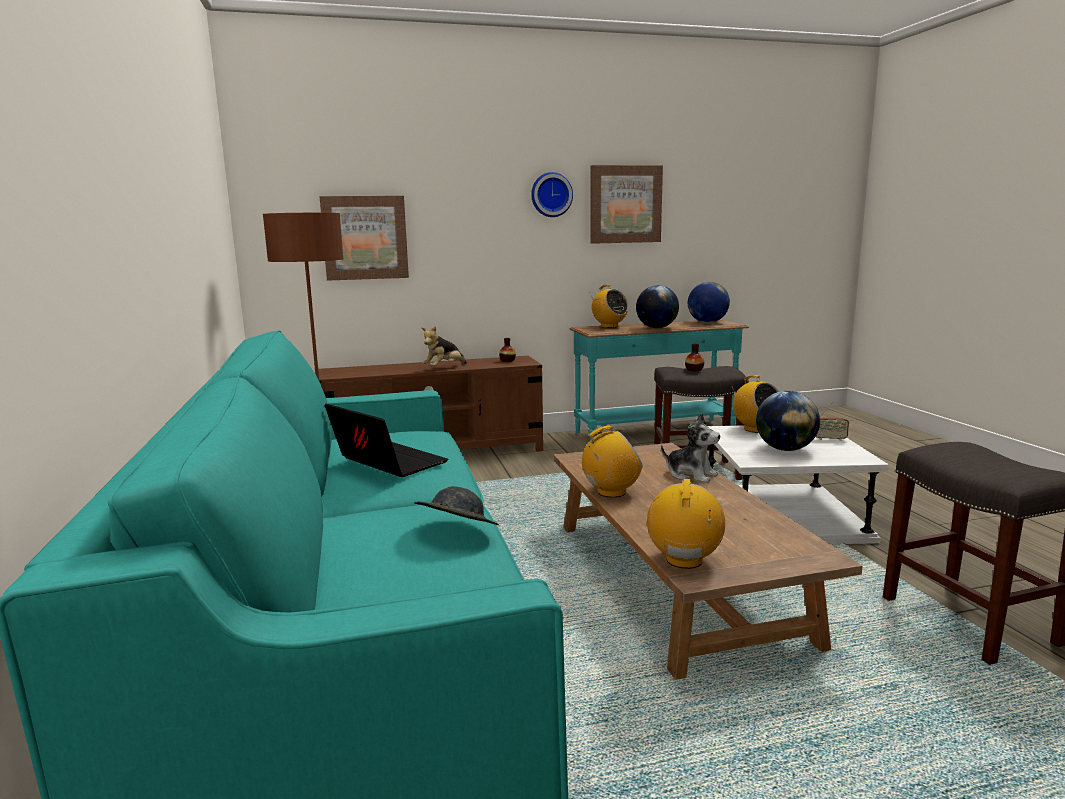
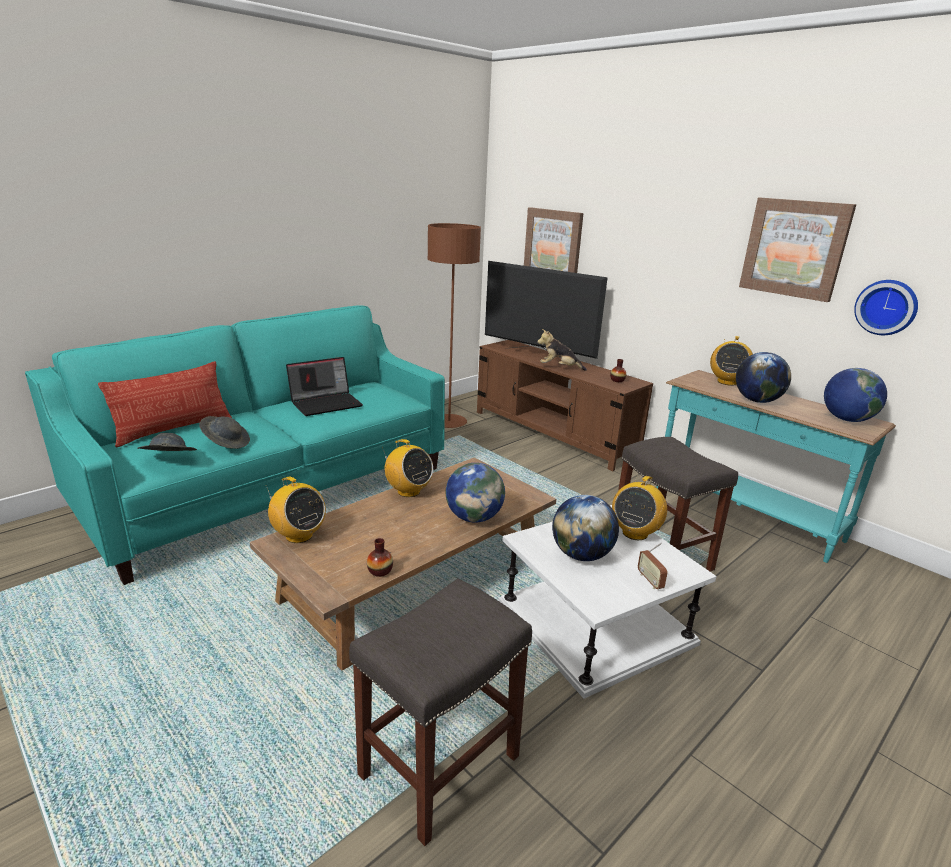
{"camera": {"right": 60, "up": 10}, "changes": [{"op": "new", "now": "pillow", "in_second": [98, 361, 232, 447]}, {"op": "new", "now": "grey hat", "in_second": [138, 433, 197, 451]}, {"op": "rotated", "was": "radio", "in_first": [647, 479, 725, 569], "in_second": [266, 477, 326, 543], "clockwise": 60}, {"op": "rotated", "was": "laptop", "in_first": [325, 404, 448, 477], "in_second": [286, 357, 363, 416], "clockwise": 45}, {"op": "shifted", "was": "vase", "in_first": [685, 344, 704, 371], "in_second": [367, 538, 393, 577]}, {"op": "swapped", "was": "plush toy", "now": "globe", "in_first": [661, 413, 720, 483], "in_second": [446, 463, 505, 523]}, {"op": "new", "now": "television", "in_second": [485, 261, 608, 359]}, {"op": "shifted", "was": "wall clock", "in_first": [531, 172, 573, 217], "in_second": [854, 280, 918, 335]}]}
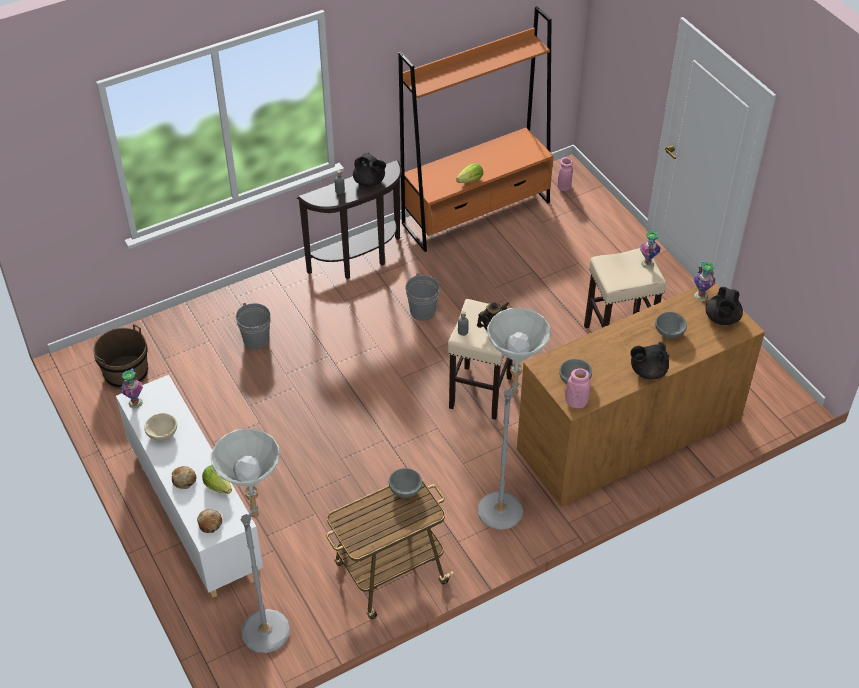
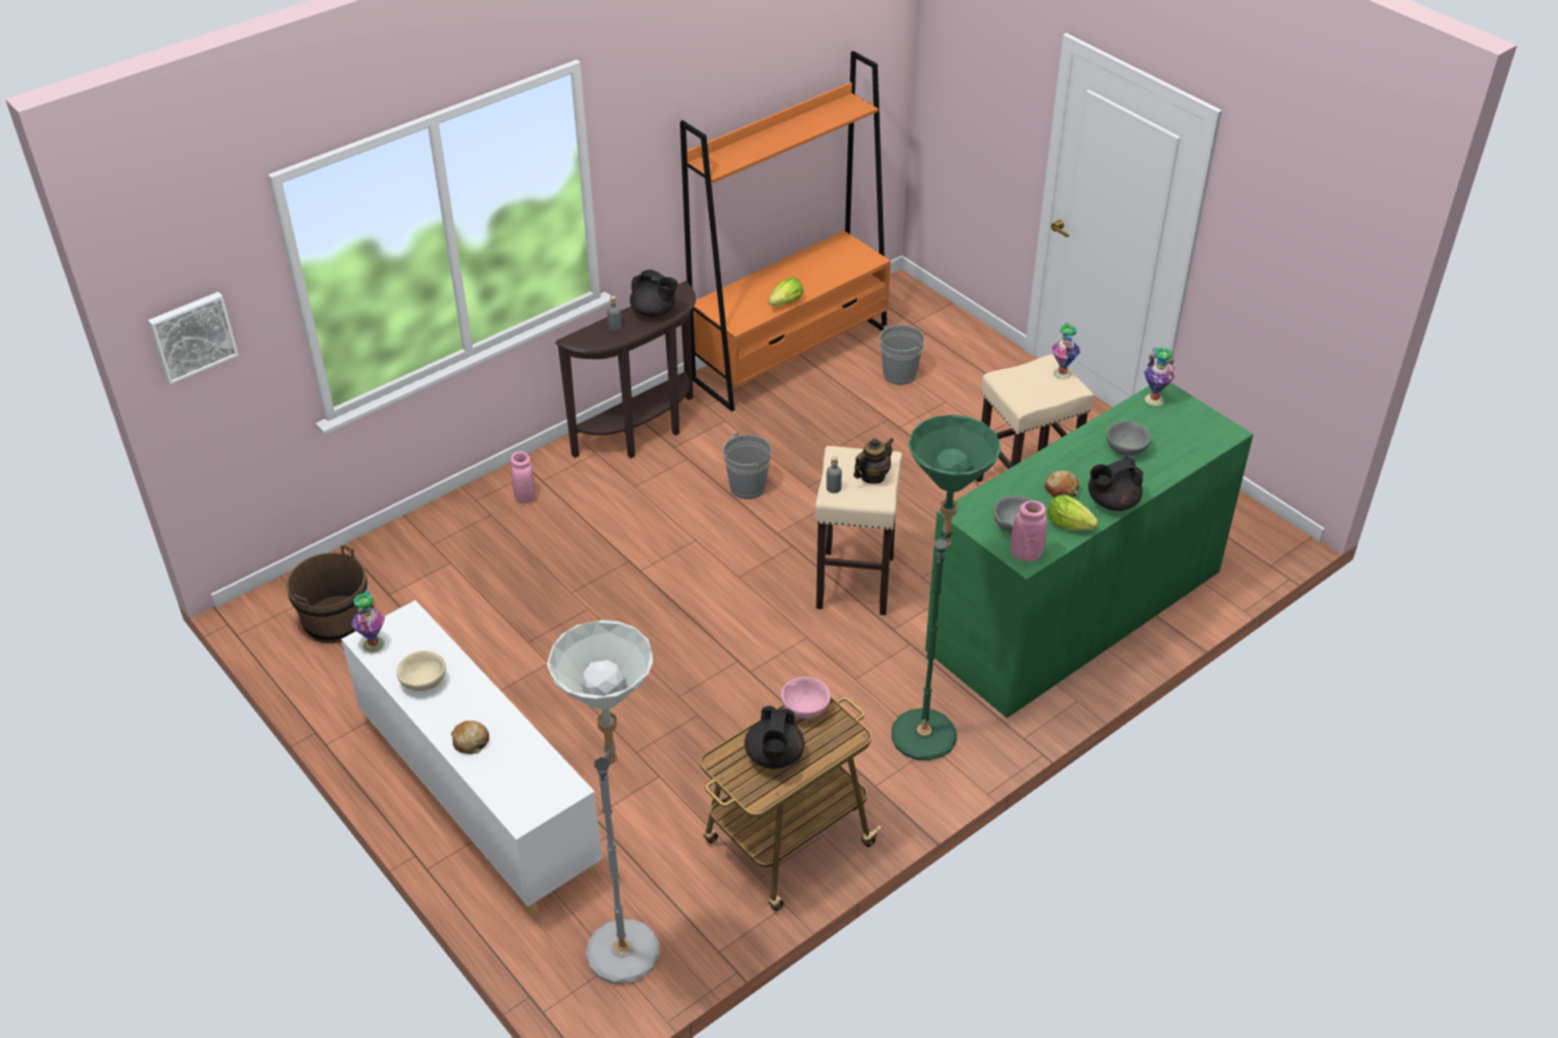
{"camera": {"right": -10, "up": -5}, "changes": [{"op": "new", "now": "picture", "in_second": [148, 292, 239, 384]}, {"op": "shifted", "was": "pink vase", "in_first": [557, 157, 573, 191], "in_second": [511, 451, 536, 503]}, {"op": "shifted", "was": "black teapot", "in_first": [705, 287, 743, 325], "in_second": [744, 706, 805, 769]}, {"op": "repainted", "was": "grey bowl", "now": "pink bowl", "in_first": [389, 468, 422, 498], "in_second": [781, 677, 831, 719]}, {"op": "shifted", "was": "grey bucket", "in_first": [235, 303, 271, 349], "in_second": [880, 325, 924, 385]}, {"op": "repainted", "was": "grey floor lamp", "now": "green floor lamp", "in_first": [478, 308, 551, 530], "in_second": [891, 415, 1001, 760]}, {"op": "repainted", "was": "brown dresser", "now": "green dresser", "in_first": [517, 282, 765, 507], "in_second": [925, 382, 1253, 718]}, {"op": "shifted", "was": "bread", "in_first": [197, 509, 222, 533], "in_second": [1045, 471, 1079, 498]}, {"op": "shifted", "was": "lettuce", "in_first": [202, 465, 232, 494], "in_second": [1048, 495, 1099, 530]}]}
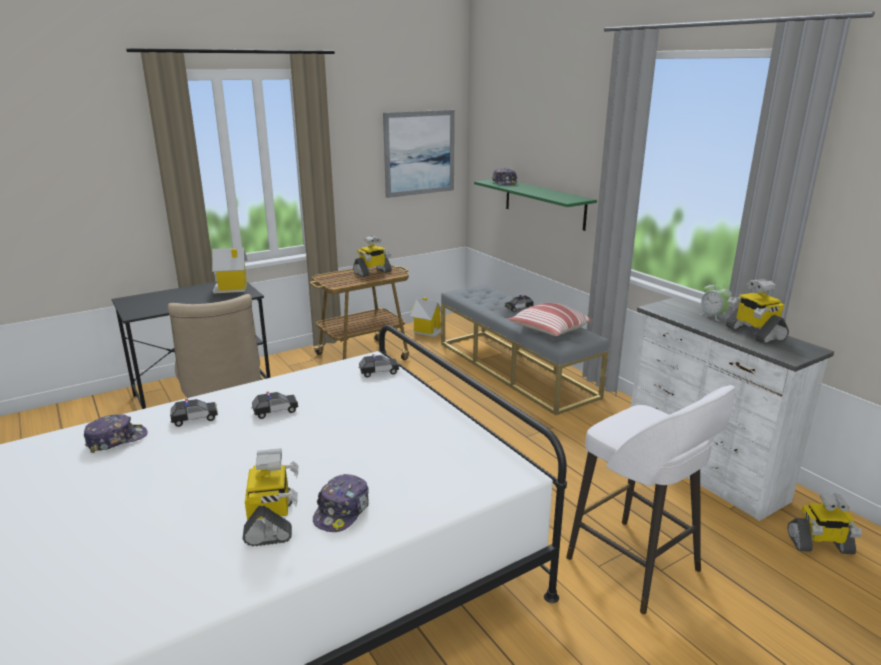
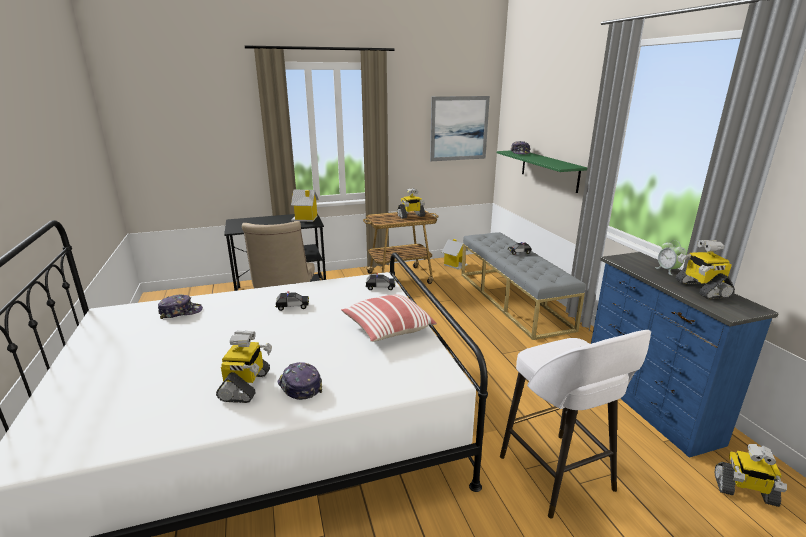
{"camera": {"right": 15, "up": 0}, "changes": [{"op": "rotated", "was": "cap", "in_first": [313, 474, 369, 532], "in_second": [278, 362, 322, 400], "clockwise": 105}, {"op": "shifted", "was": "pillow", "in_first": [508, 303, 593, 336], "in_second": [341, 294, 437, 342]}, {"op": "repainted", "was": "white dresser", "now": "blue dresser", "in_first": [631, 297, 834, 521], "in_second": [591, 252, 779, 458]}, {"op": "gone", "was": "toy car", "in_first": [170, 399, 218, 427]}]}
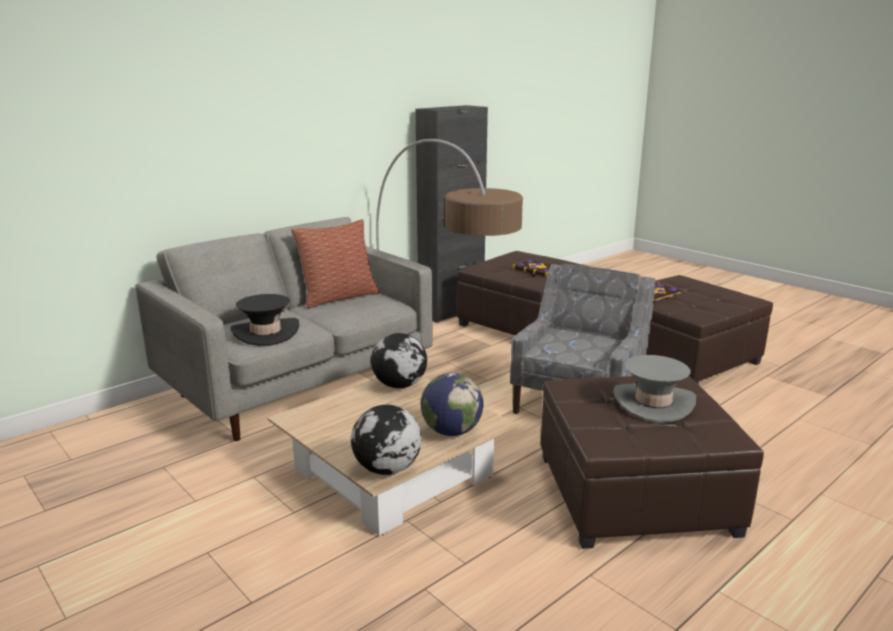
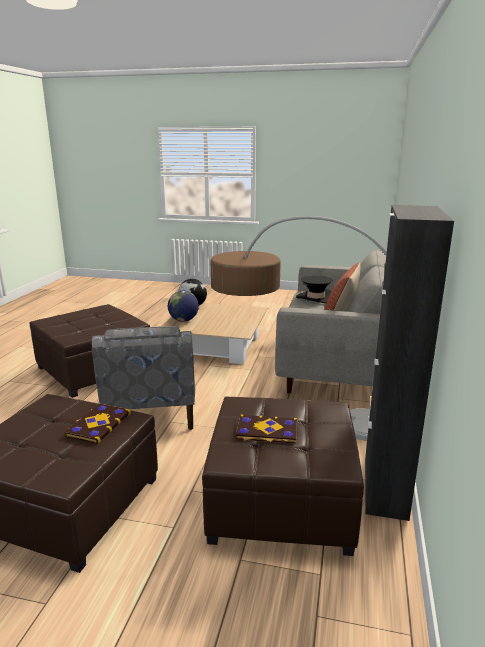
{"camera": {"right": 145, "up": 0}, "changes": [{"op": "gone", "was": "globe", "in_first": [371, 333, 427, 388]}, {"op": "gone", "was": "grey hat", "in_first": [613, 355, 696, 423]}]}
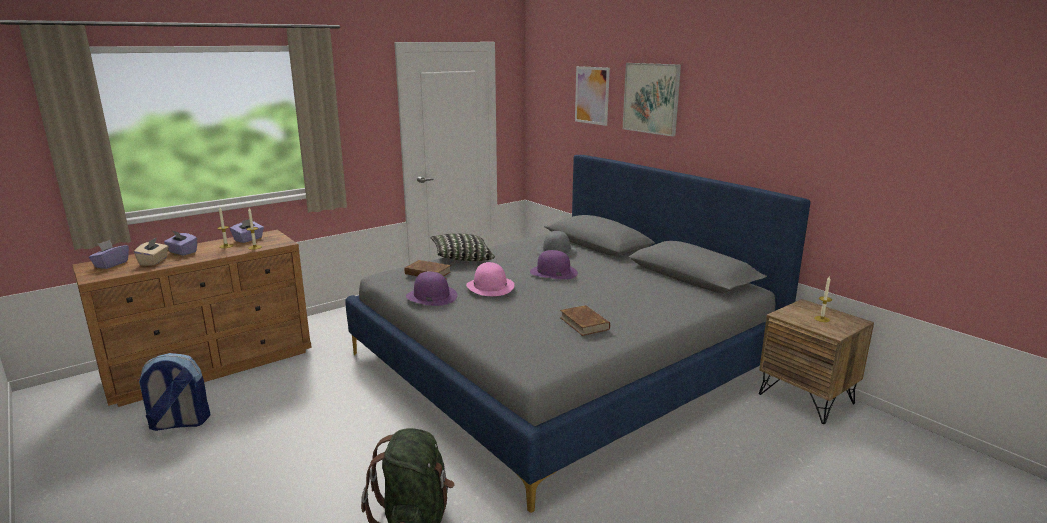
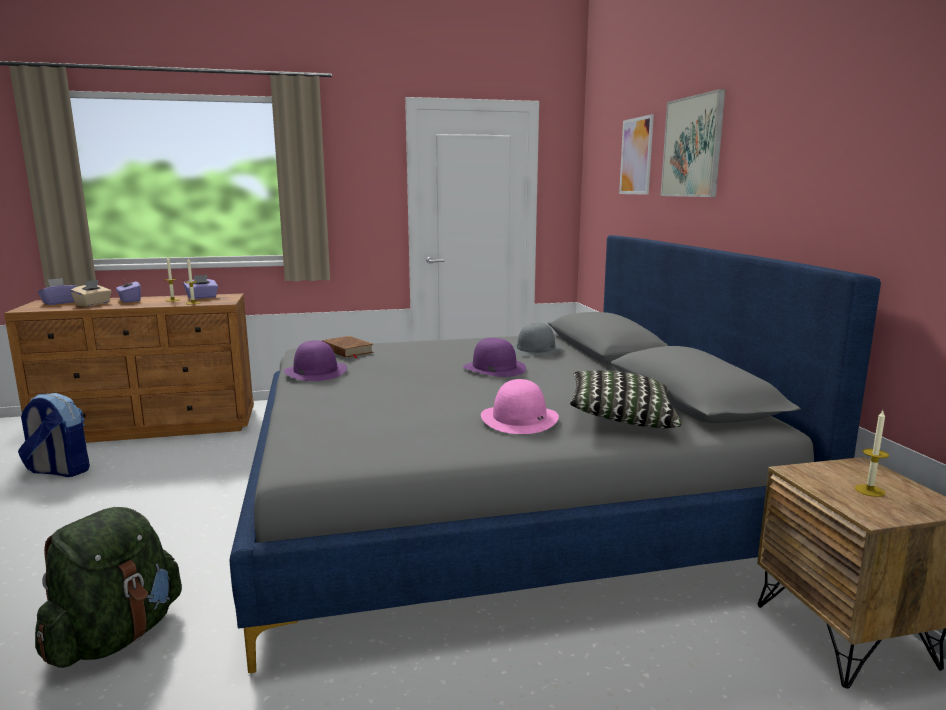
{"camera": {"right": 25, "up": -5}, "changes": [{"op": "shifted", "was": "pink hat", "in_first": [466, 262, 514, 296], "in_second": [481, 379, 559, 434]}, {"op": "shifted", "was": "pillow", "in_first": [430, 233, 495, 261], "in_second": [569, 370, 682, 428]}, {"op": "gone", "was": "brown book", "in_first": [560, 305, 610, 336]}]}
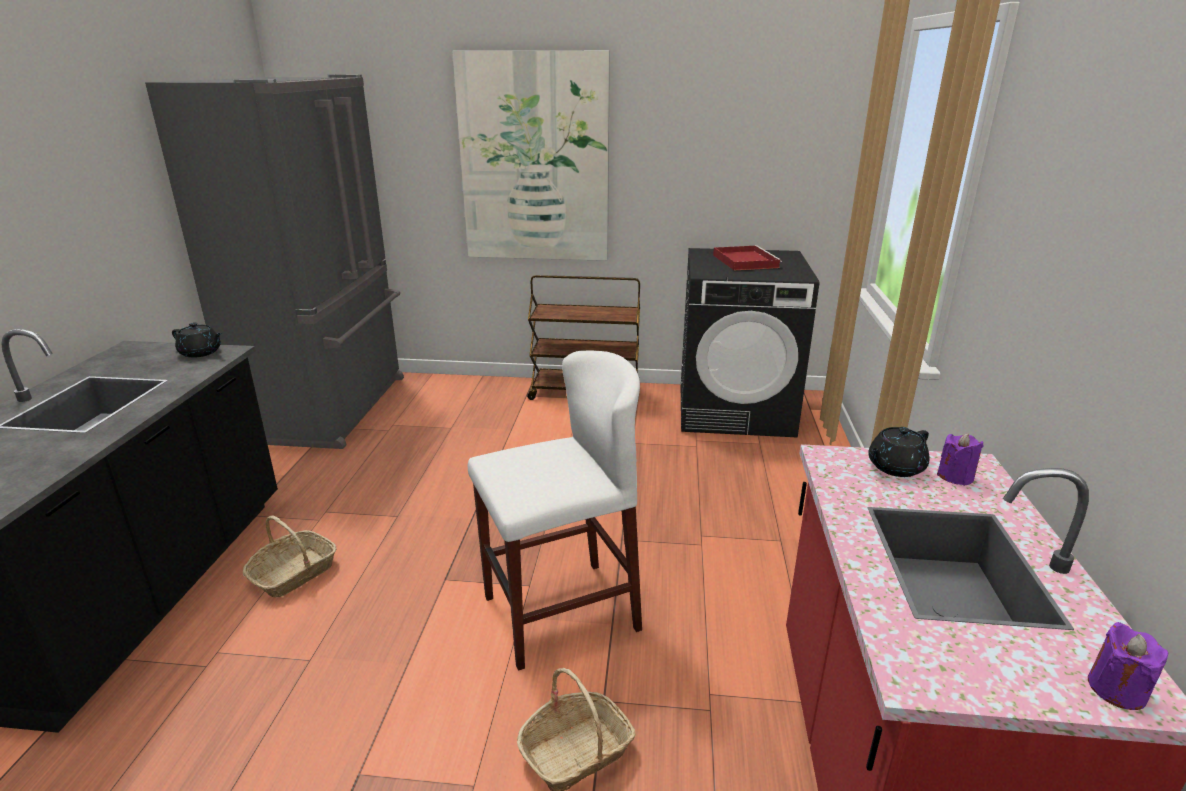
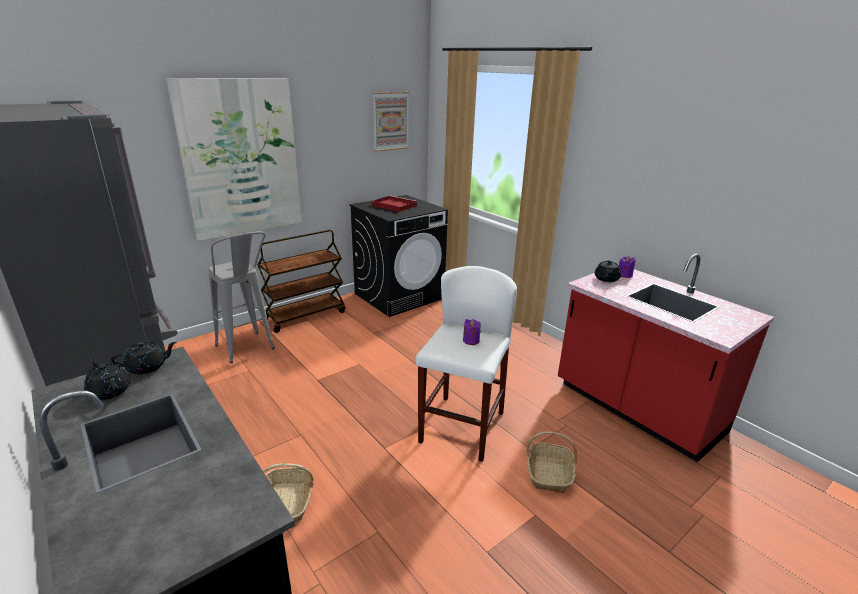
{"camera": {"right": -45, "up": 0}, "changes": [{"op": "new", "now": "black teapot", "in_second": [84, 358, 131, 400]}, {"op": "new", "now": "grey stool", "in_second": [209, 231, 275, 363]}, {"op": "new", "now": "picture", "in_second": [373, 92, 409, 152]}, {"op": "shifted", "was": "purple candle", "in_first": [1088, 622, 1168, 710], "in_second": [463, 319, 481, 345]}]}
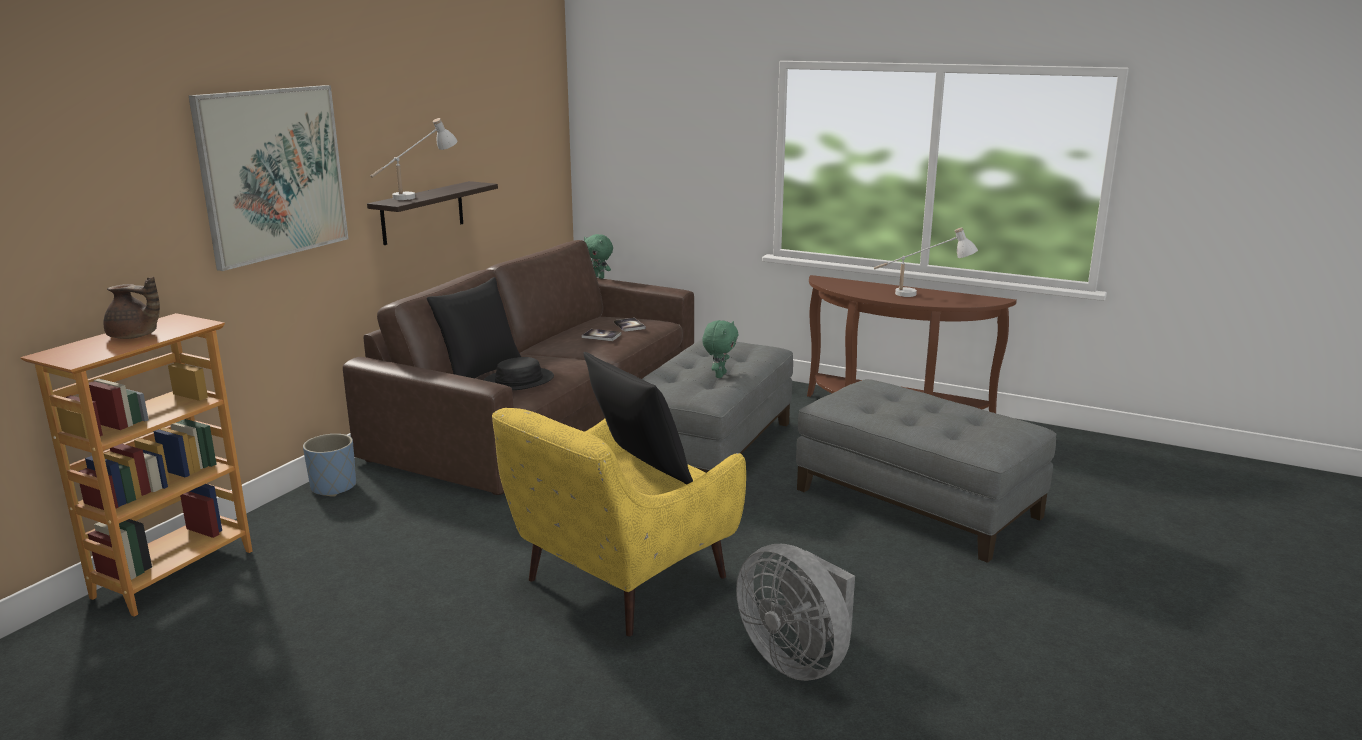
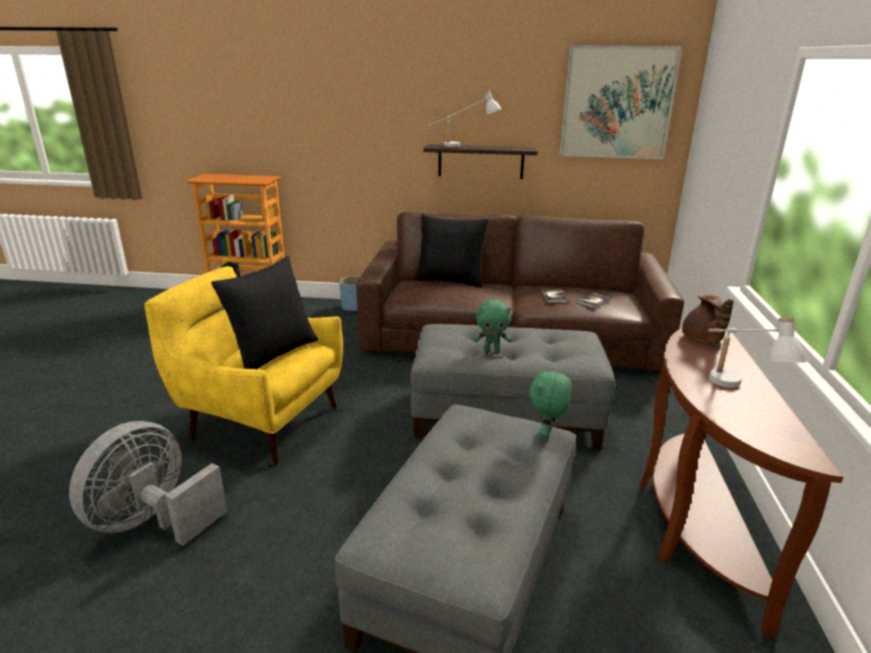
{"camera": {"right": 70, "up": 5}, "changes": [{"op": "shifted", "was": "green plush toy", "in_first": [584, 234, 613, 279], "in_second": [529, 367, 572, 441]}, {"op": "shifted", "was": "picture", "in_first": [188, 85, 348, 271], "in_second": [559, 45, 682, 159]}, {"op": "shifted", "was": "brown teapot", "in_first": [104, 276, 160, 339], "in_second": [682, 294, 734, 343]}, {"op": "gone", "was": "black hat", "in_first": [484, 357, 554, 390]}]}
